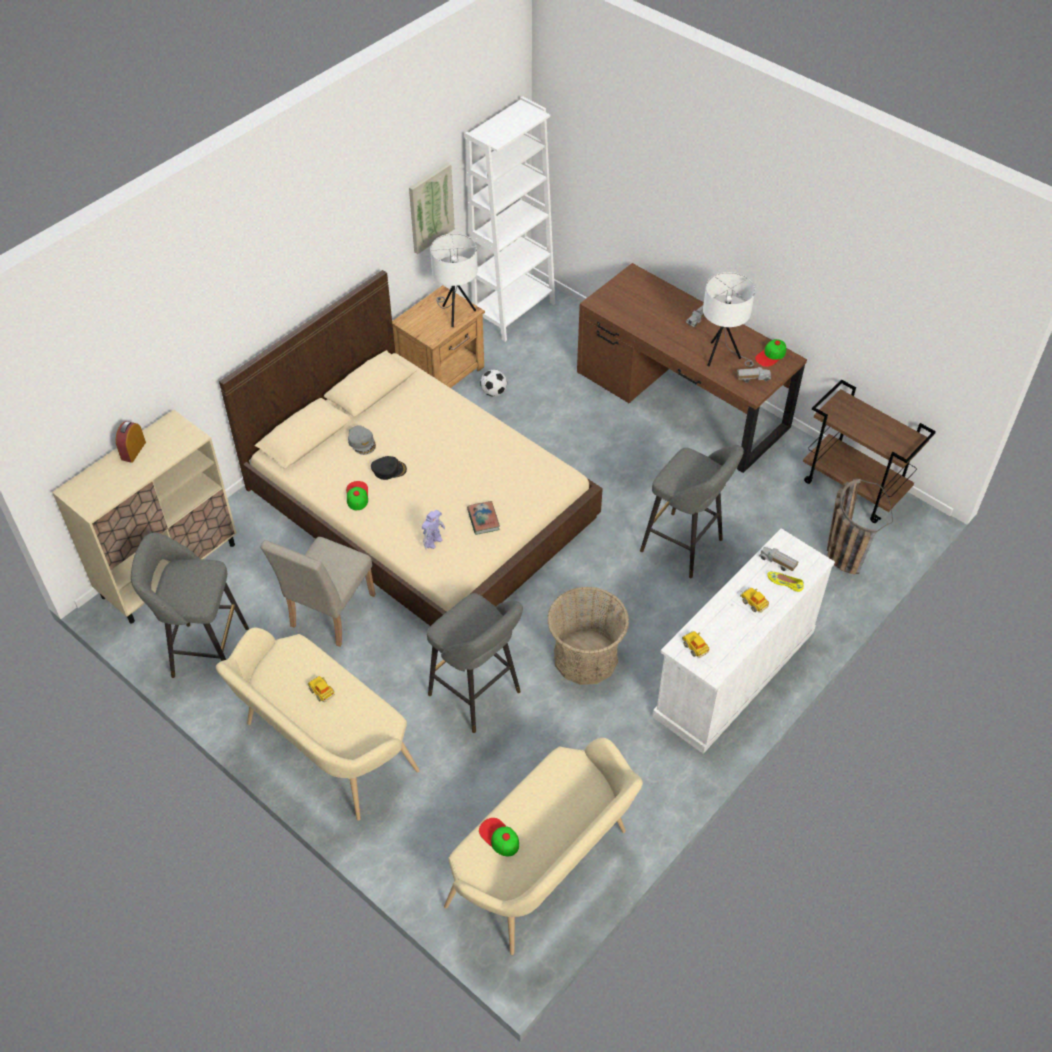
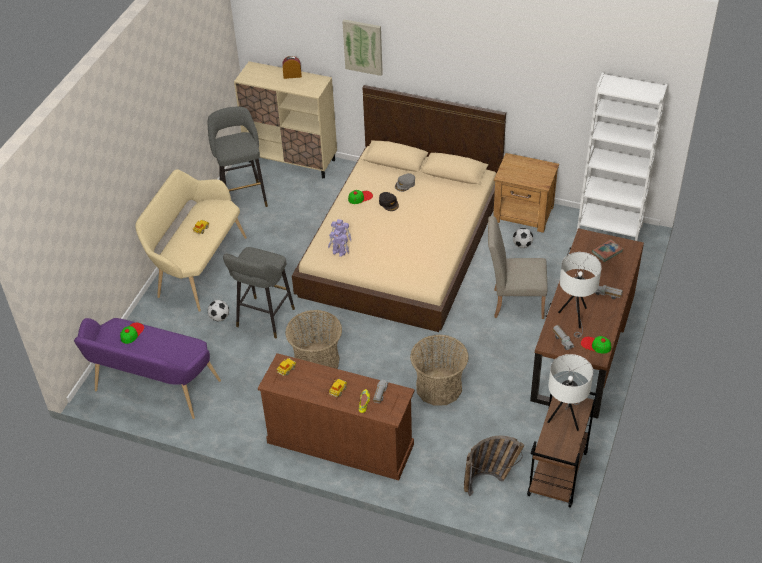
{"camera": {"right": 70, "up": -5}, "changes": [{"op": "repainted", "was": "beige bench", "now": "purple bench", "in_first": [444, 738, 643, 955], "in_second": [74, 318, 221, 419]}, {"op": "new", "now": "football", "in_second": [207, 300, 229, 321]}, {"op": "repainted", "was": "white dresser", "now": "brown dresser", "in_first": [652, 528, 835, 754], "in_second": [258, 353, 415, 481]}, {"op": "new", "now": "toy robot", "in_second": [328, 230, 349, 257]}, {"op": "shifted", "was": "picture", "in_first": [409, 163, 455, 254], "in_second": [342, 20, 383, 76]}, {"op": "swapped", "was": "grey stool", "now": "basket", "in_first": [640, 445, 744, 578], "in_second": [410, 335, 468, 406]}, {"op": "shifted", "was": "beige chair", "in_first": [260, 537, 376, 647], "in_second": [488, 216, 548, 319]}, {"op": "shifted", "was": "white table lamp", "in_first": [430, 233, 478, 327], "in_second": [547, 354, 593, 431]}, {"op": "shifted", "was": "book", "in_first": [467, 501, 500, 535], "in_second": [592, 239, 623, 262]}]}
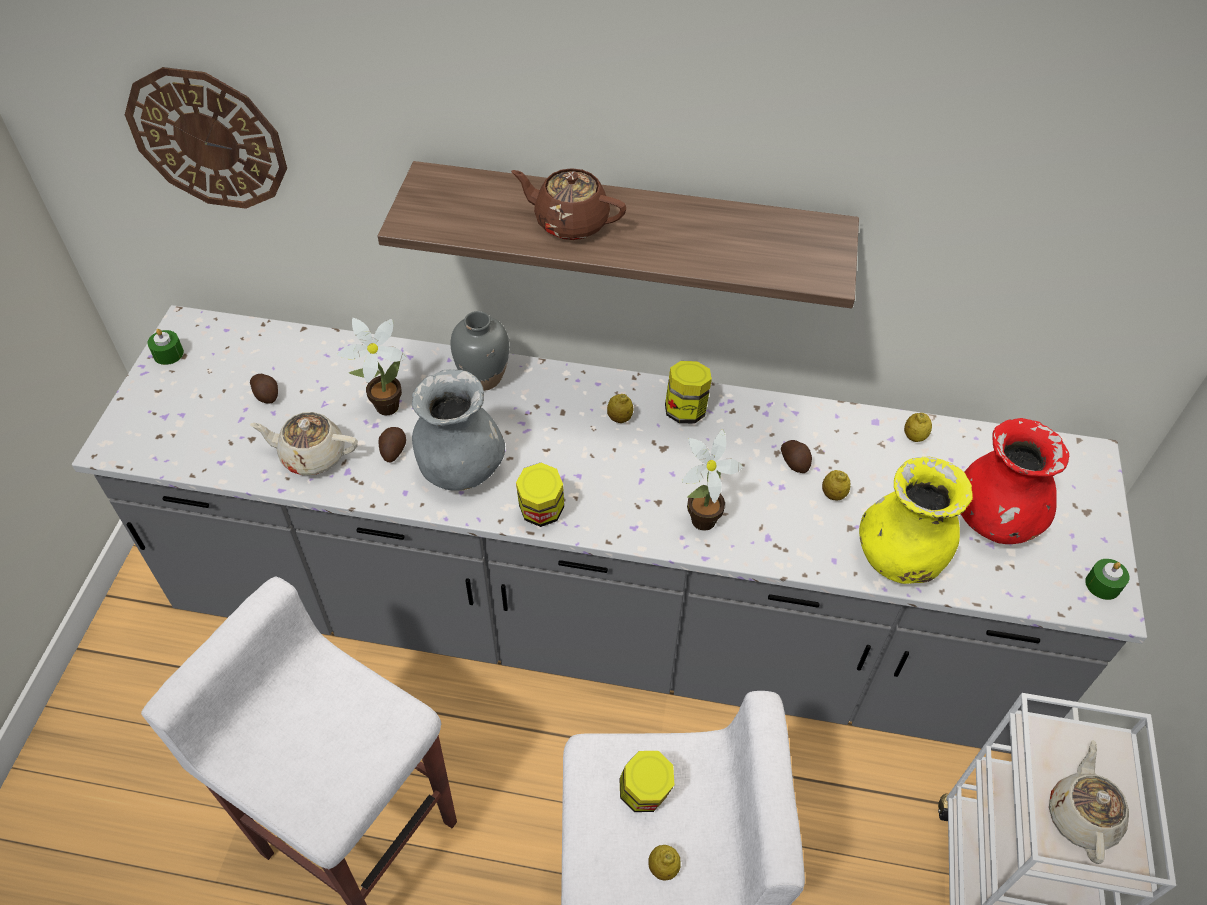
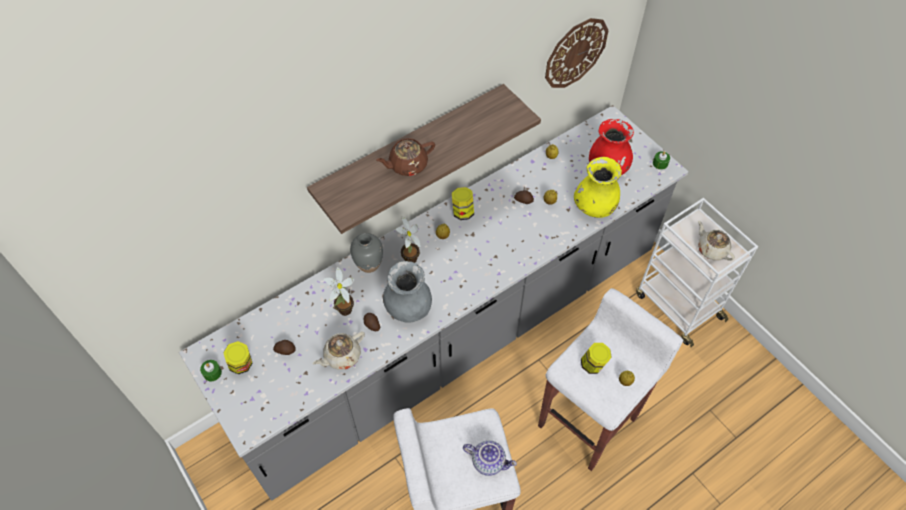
{"camera": {"right": -45, "up": 5}, "changes": [{"op": "shifted", "was": "jar", "in_first": [516, 463, 564, 527], "in_second": [223, 341, 252, 374]}, {"op": "shifted", "was": "potted plant", "in_first": [682, 430, 743, 531], "in_second": [395, 216, 421, 263]}, {"op": "new", "now": "teapot", "in_second": [463, 440, 517, 476]}, {"op": "shifted", "was": "wall clock", "in_first": [125, 67, 287, 209], "in_second": [545, 18, 609, 88]}]}
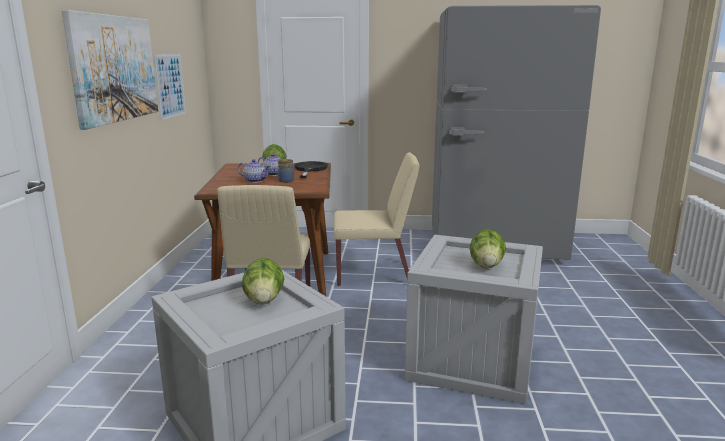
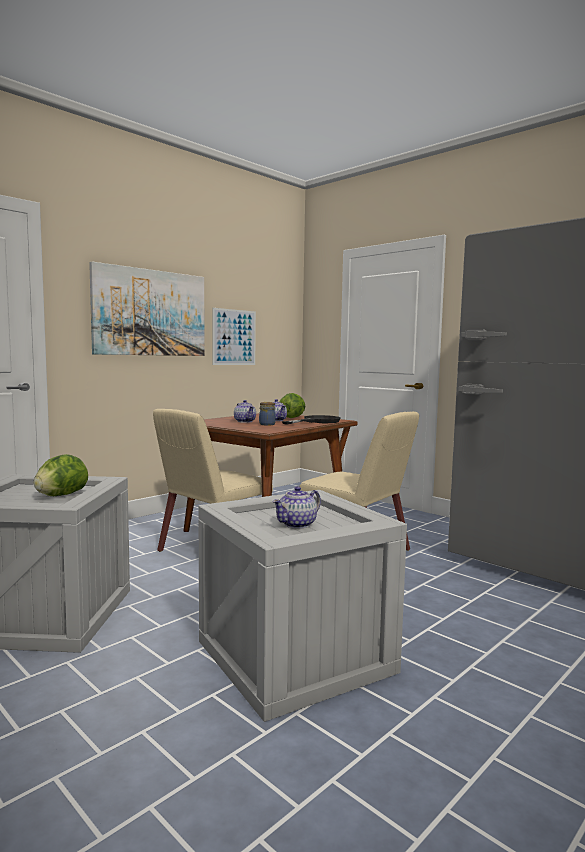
{"camera": {"right": 40, "up": -10}, "changes": [{"op": "swapped", "was": "lettuce", "now": "teapot", "in_first": [470, 229, 506, 268], "in_second": [272, 486, 321, 529]}]}
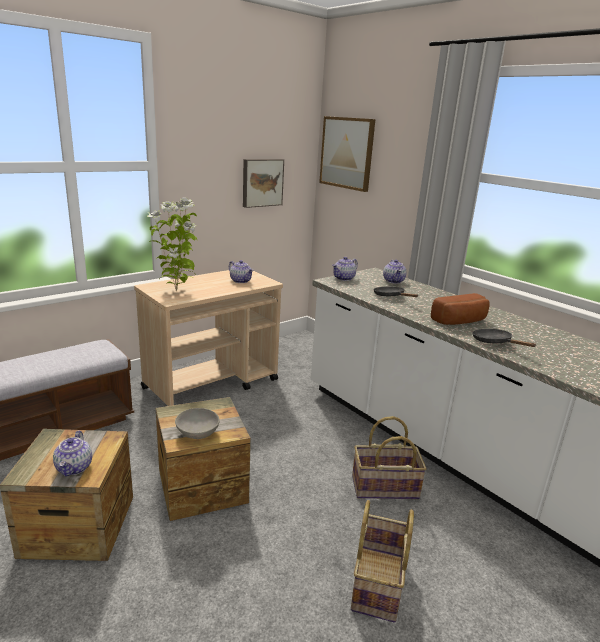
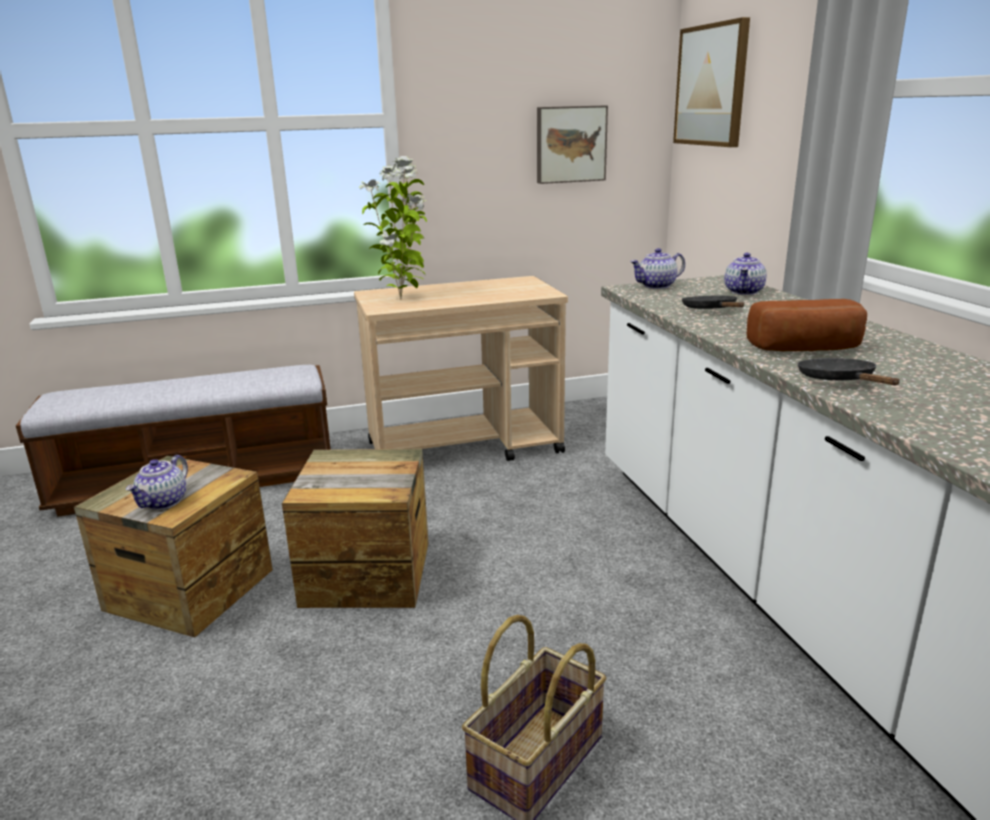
{"camera": {"right": 25, "up": 0}, "changes": [{"op": "gone", "was": "grey bowl", "in_first": [175, 408, 220, 439]}, {"op": "gone", "was": "teapot", "in_first": [229, 260, 254, 283]}, {"op": "gone", "was": "basket", "in_first": [352, 416, 427, 499]}]}
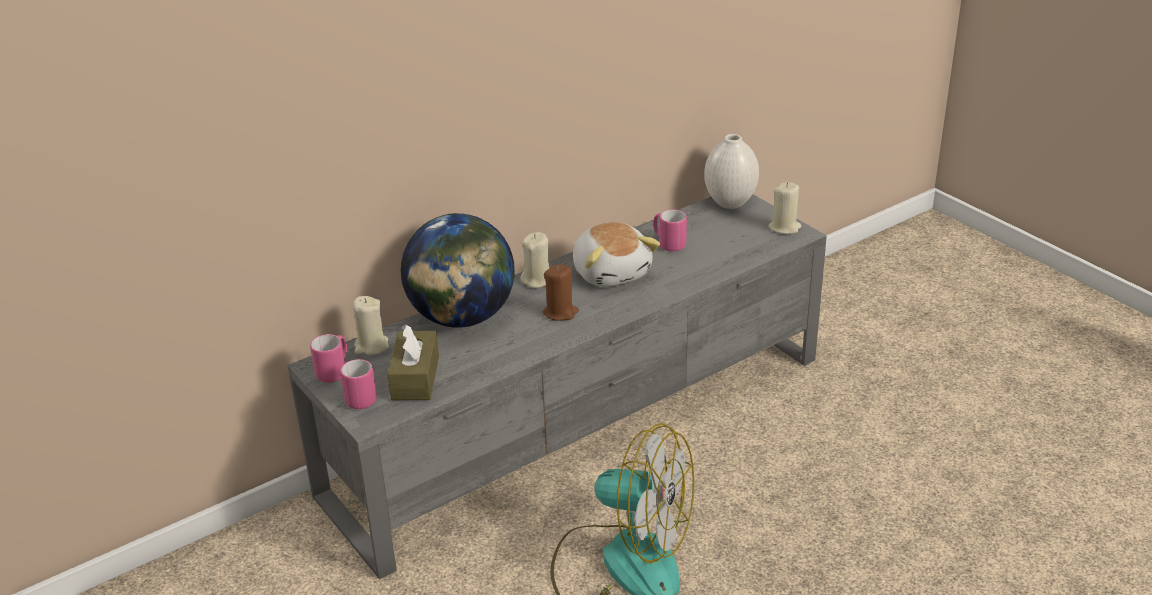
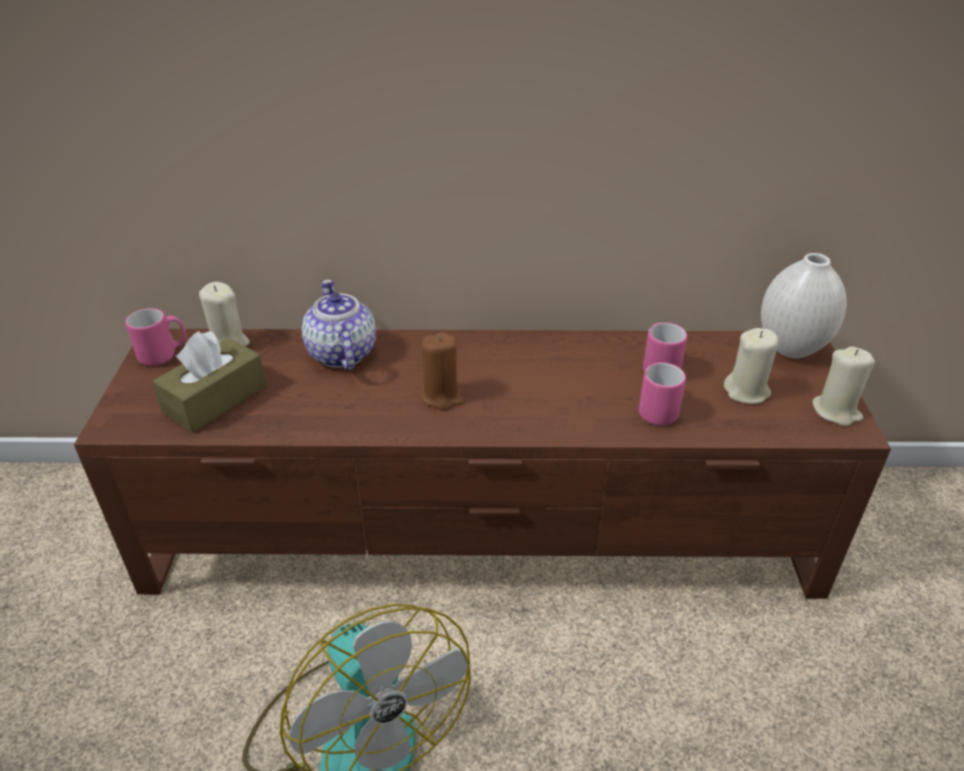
{"camera": {"right": 35, "up": 5}, "changes": [{"op": "repainted", "was": "grey tv stand", "now": "brown tv stand", "in_first": [287, 194, 827, 580], "in_second": [74, 329, 891, 599]}, {"op": "swapped", "was": "globe", "now": "teapot", "in_first": [401, 213, 515, 328], "in_second": [302, 280, 376, 371]}, {"op": "shifted", "was": "pink mug", "in_first": [340, 359, 377, 409], "in_second": [639, 362, 686, 426]}, {"op": "shifted", "was": "beige candle", "in_first": [520, 232, 549, 288], "in_second": [724, 328, 778, 404]}, {"op": "gone", "was": "plush toy", "in_first": [573, 222, 660, 287]}]}
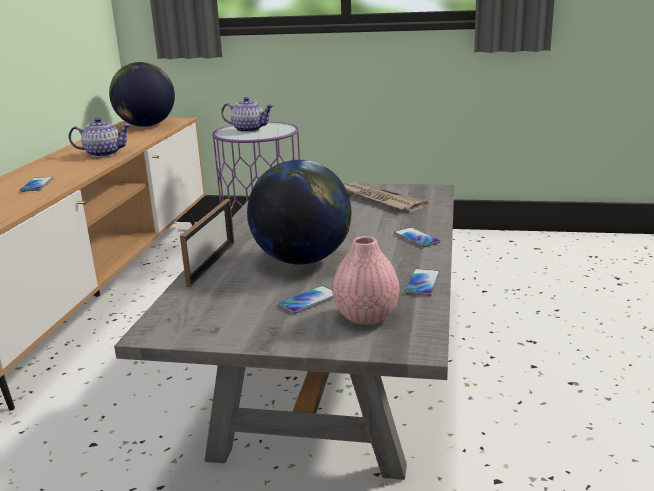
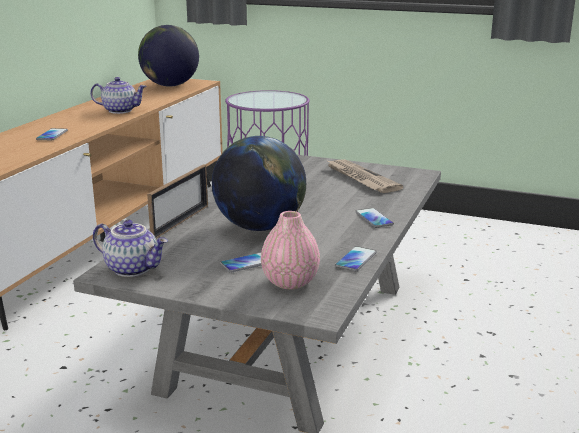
{"camera": {"right": 10, "up": 0}, "changes": [{"op": "shifted", "was": "teapot", "in_first": [221, 97, 273, 132], "in_second": [93, 220, 168, 277]}]}
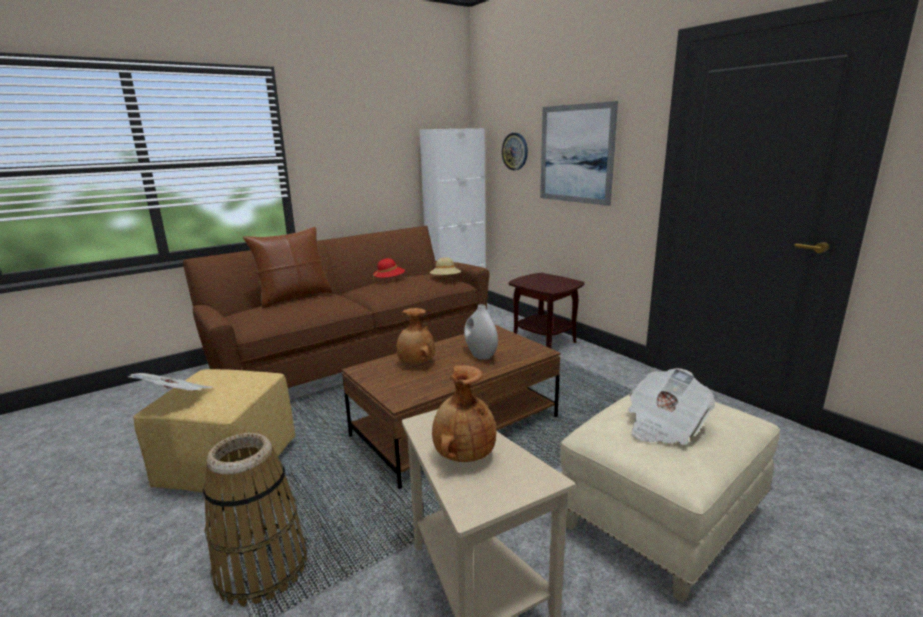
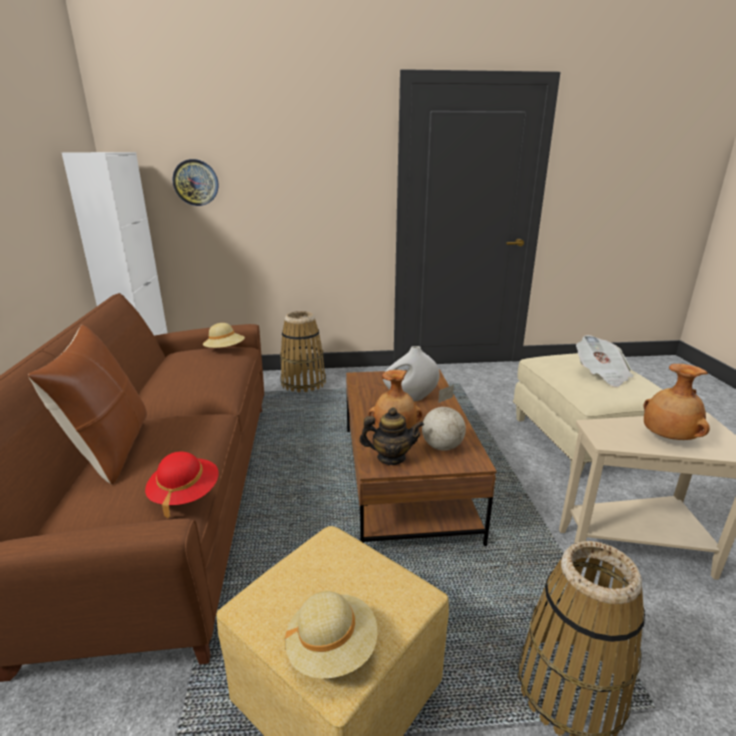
{"camera": {"right": -60, "up": 5}, "changes": [{"op": "shifted", "was": "red hat", "in_first": [373, 258, 405, 278], "in_second": [145, 452, 219, 518]}, {"op": "swapped", "was": "brown side table", "now": "basket", "in_first": [509, 273, 584, 349], "in_second": [280, 311, 326, 392]}, {"op": "swapped", "was": "newspaper", "now": "beige hat", "in_first": [128, 373, 213, 391], "in_second": [285, 591, 378, 679]}, {"op": "new", "now": "teapot", "in_second": [359, 407, 424, 465]}, {"op": "new", "now": "globe", "in_second": [422, 385, 466, 451]}, {"op": "gone", "was": "picture", "in_first": [540, 101, 618, 206]}]}
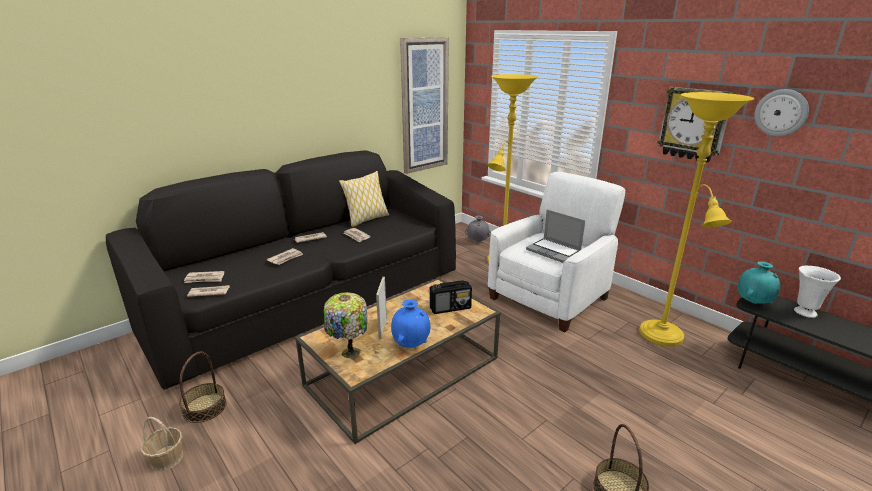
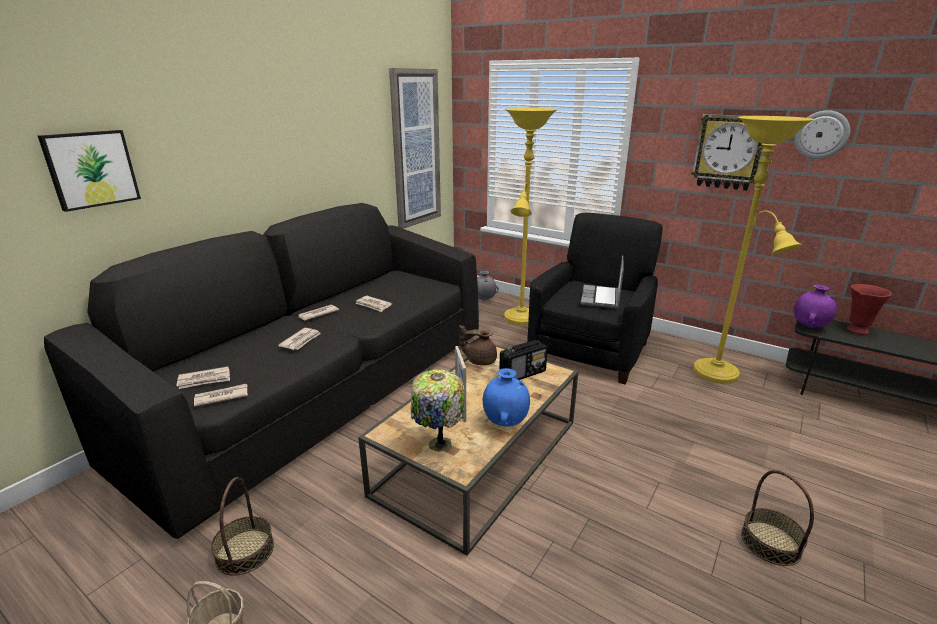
{"camera": {"right": -15, "up": 0}, "changes": [{"op": "new", "now": "picture", "in_second": [38, 130, 141, 212]}, {"op": "new", "now": "brown teapot", "in_second": [459, 325, 497, 366]}, {"op": "repainted", "was": "white armchair", "now": "black armchair", "in_first": [488, 172, 625, 332], "in_second": [527, 213, 662, 384]}, {"op": "rotated", "was": "laptop", "in_first": [526, 210, 585, 263], "in_second": [581, 256, 624, 308], "clockwise": 75}, {"op": "repainted", "was": "turquoise vase", "now": "purple vase", "in_first": [738, 261, 780, 304], "in_second": [794, 285, 837, 328]}, {"op": "repainted", "was": "white vase", "now": "red vase", "in_first": [794, 266, 841, 318], "in_second": [846, 284, 892, 335]}, {"op": "gone", "was": "pillow", "in_first": [339, 171, 389, 227]}]}
